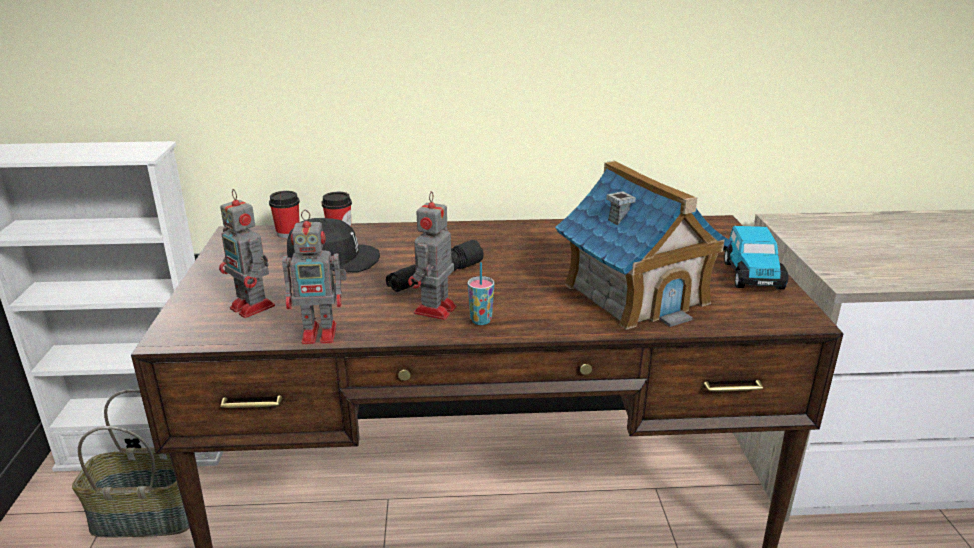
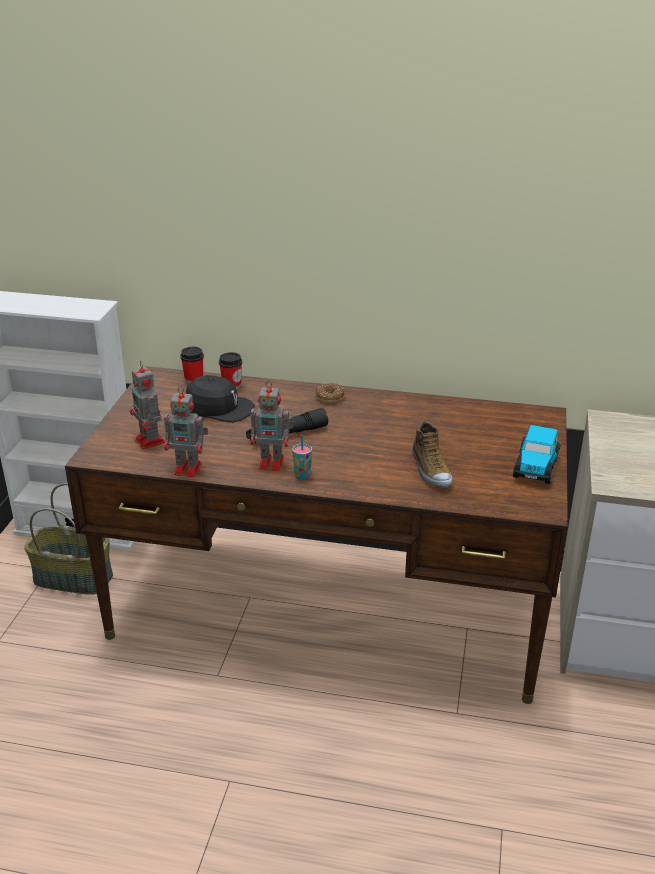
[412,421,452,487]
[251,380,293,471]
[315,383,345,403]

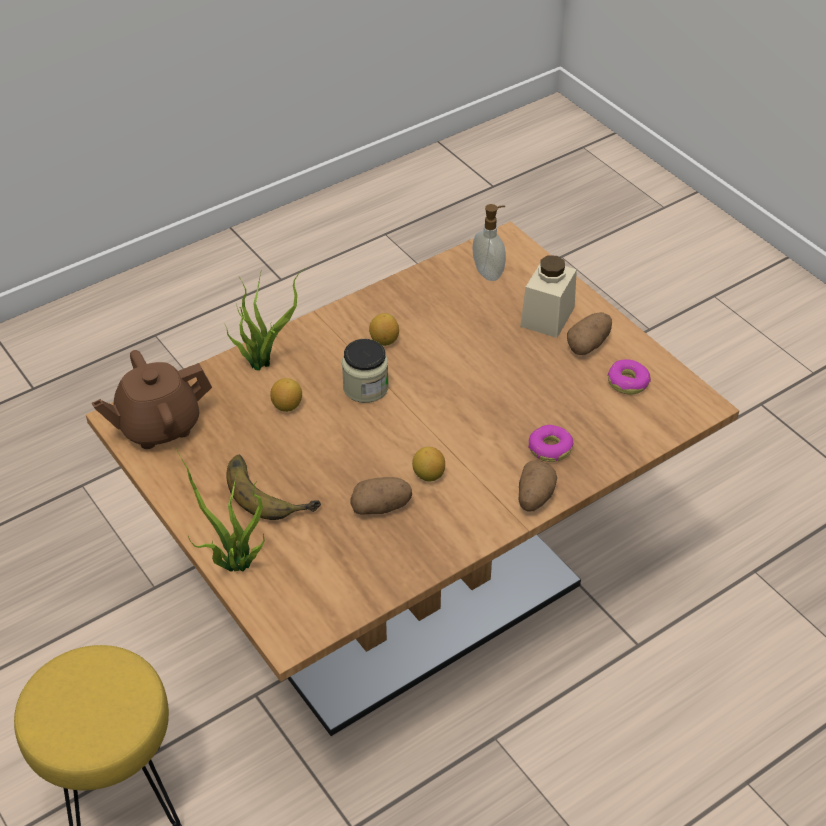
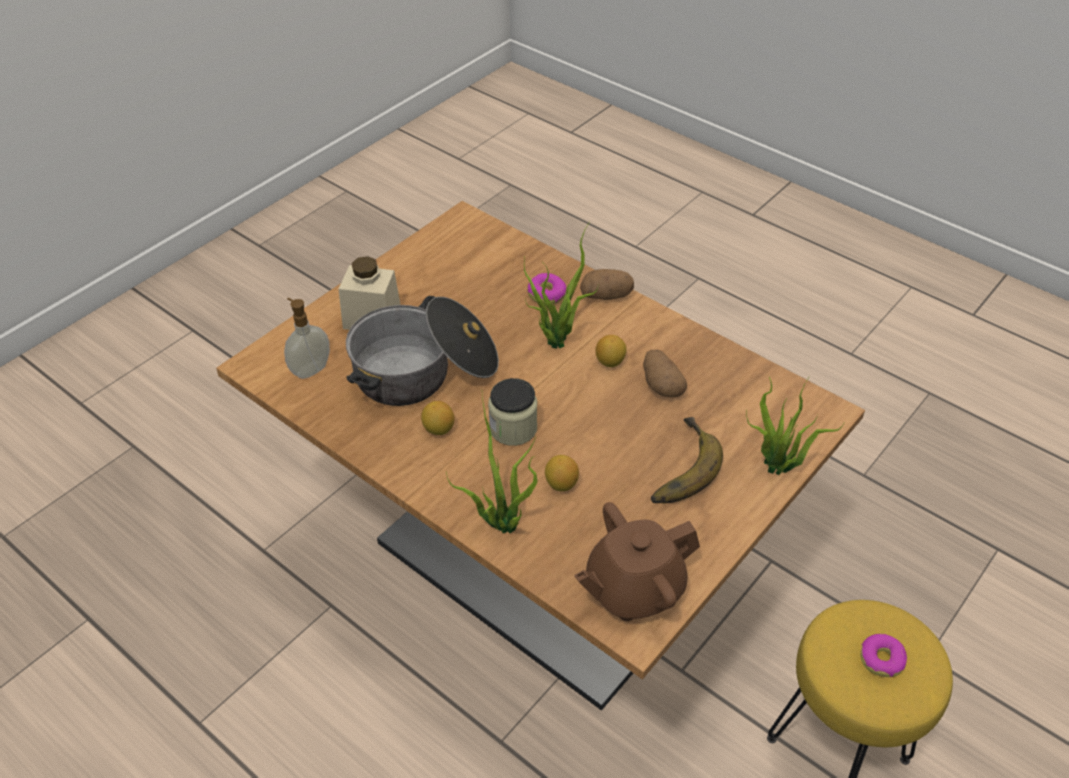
[567,312,612,355] (first image)
[574,502,700,621]
[860,634,907,677]
[524,222,599,349]
[346,296,499,406]

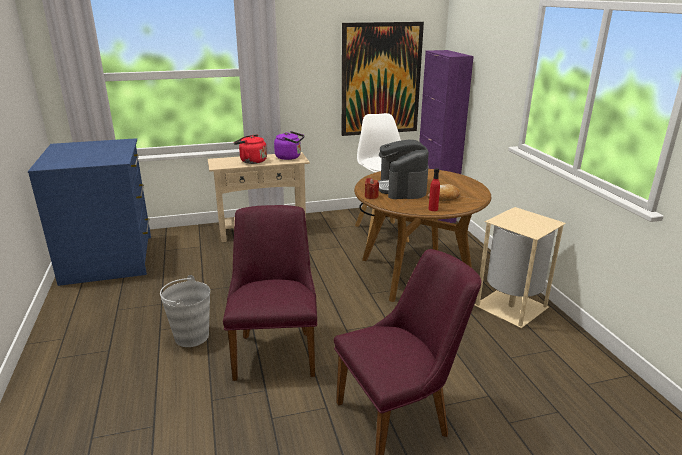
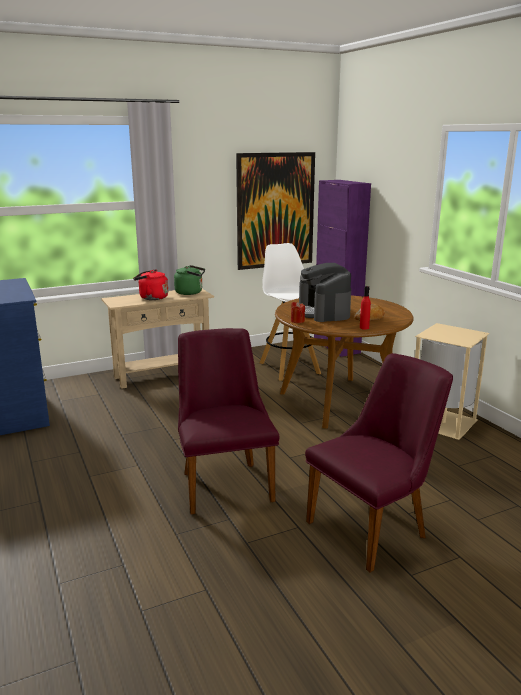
[174,265,205,295]
[160,275,210,347] (first image)

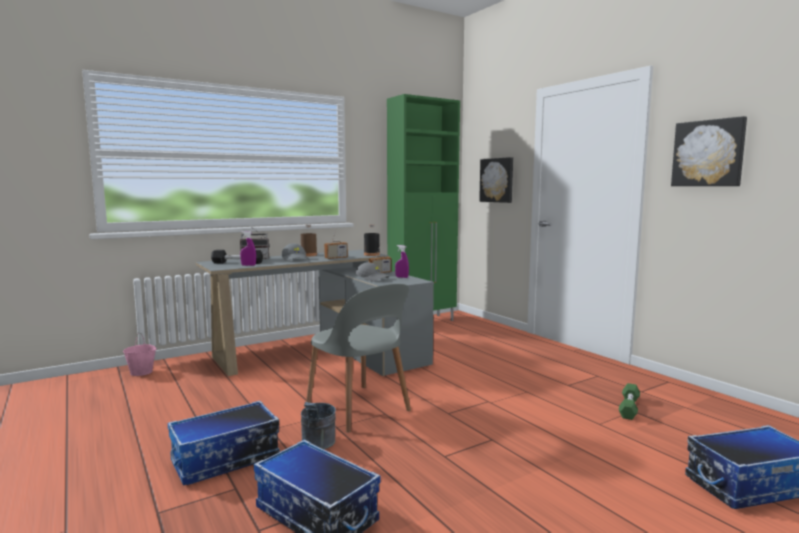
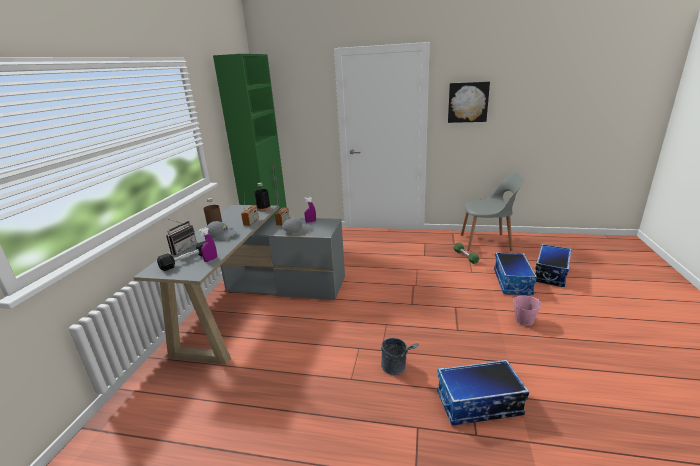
[479,157,513,203] (first image)
[461,173,524,251]
[513,289,541,326]
[494,252,537,295]

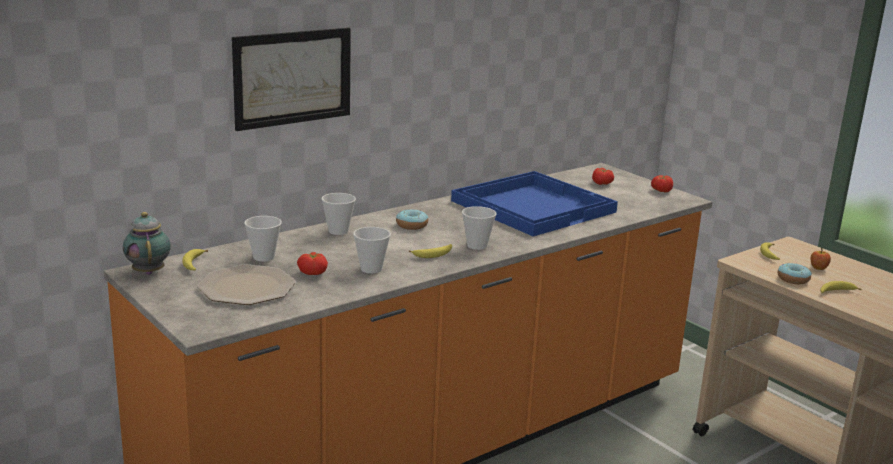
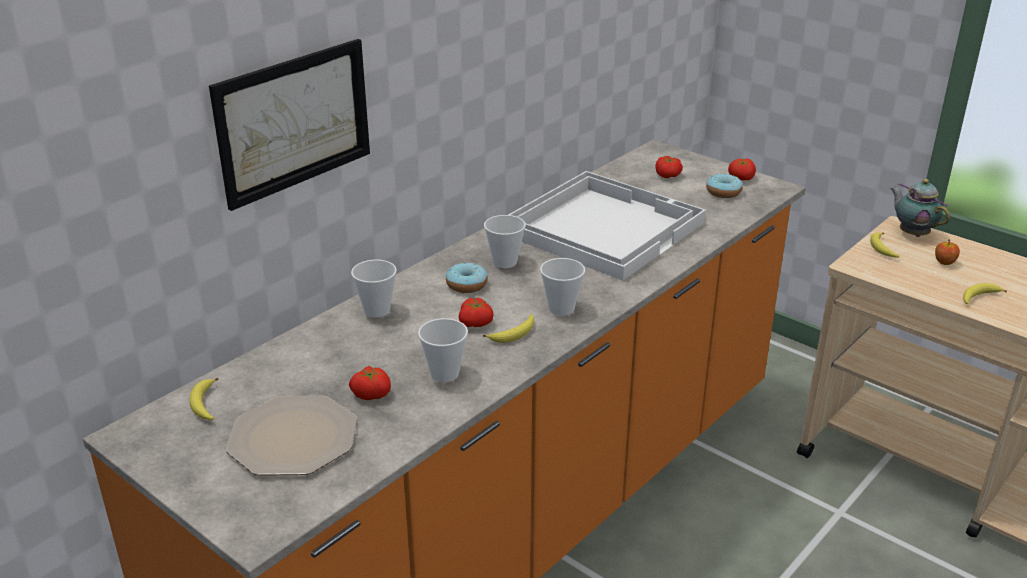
[508,171,706,281]
[890,179,950,237]
[484,215,526,268]
[706,174,743,198]
[459,298,494,327]

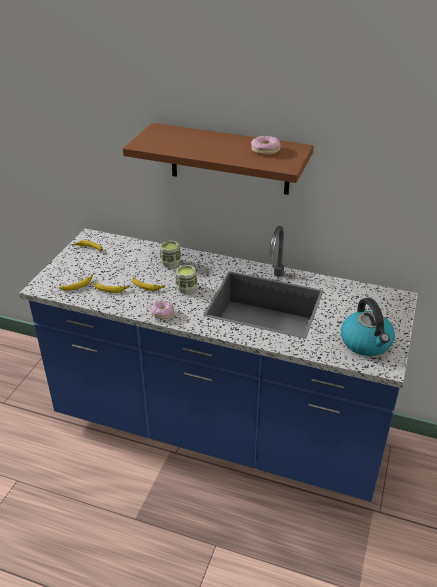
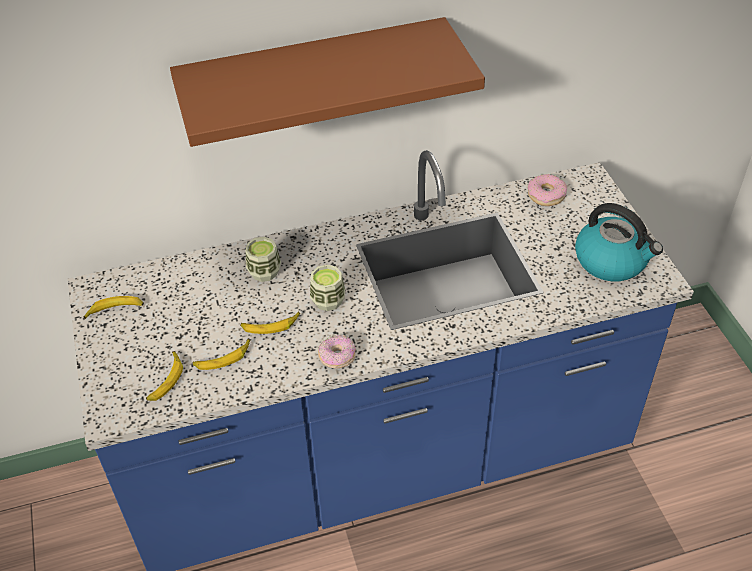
[528,174,567,206]

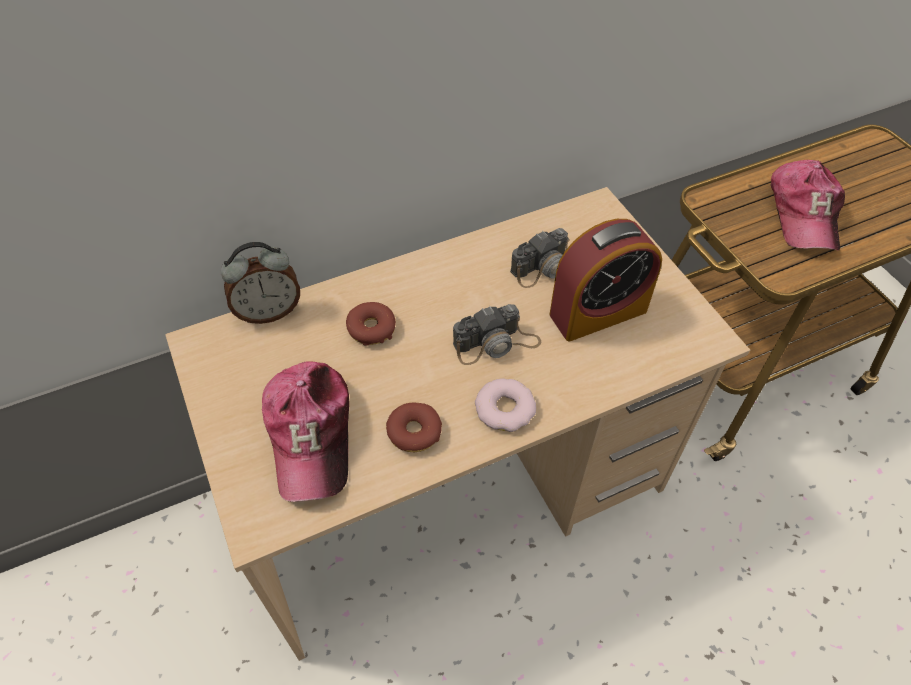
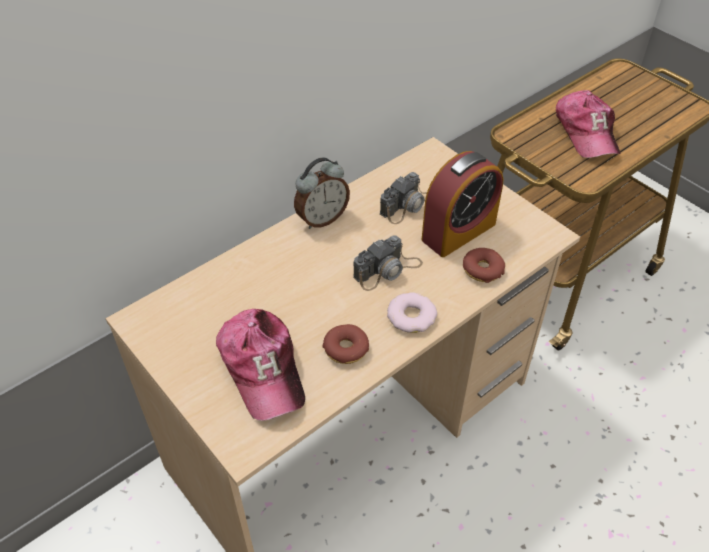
[294,157,350,229]
[463,248,505,283]

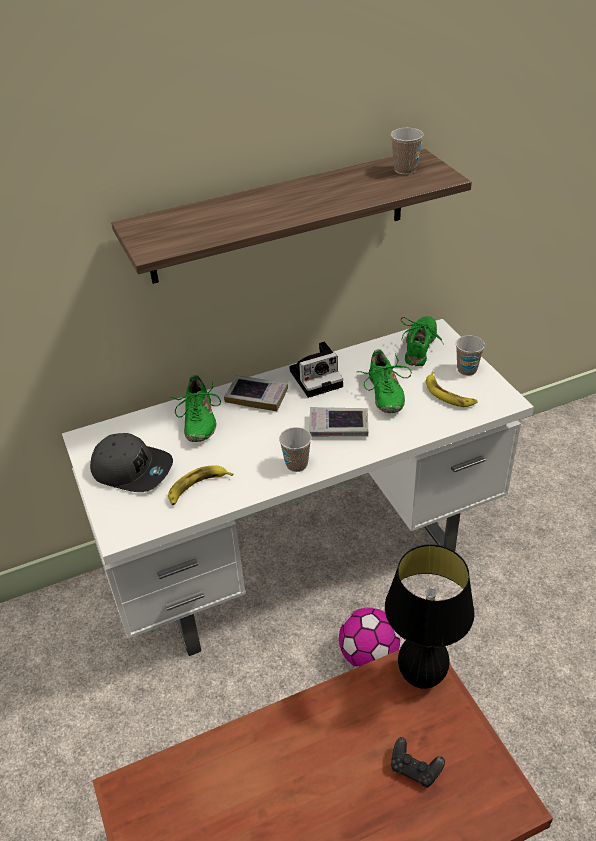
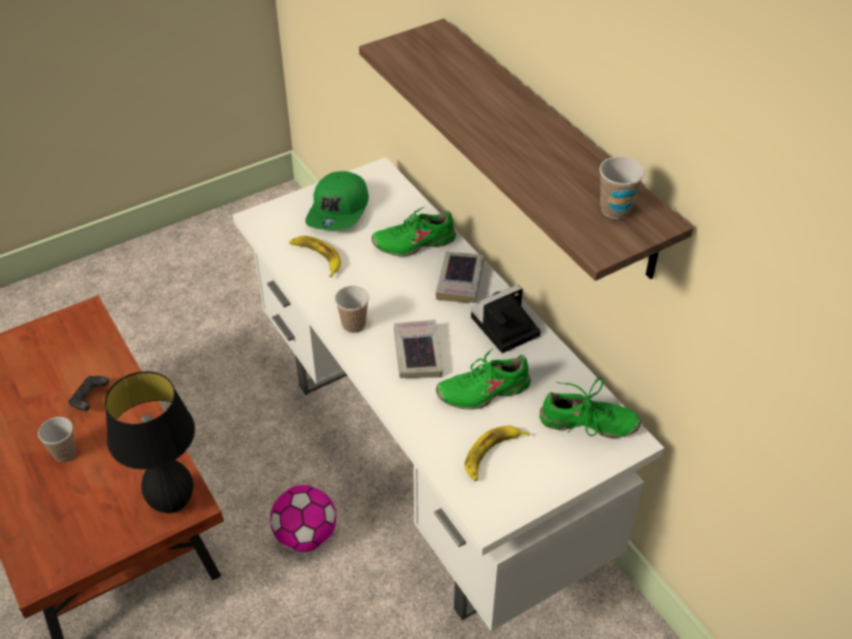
[38,417,76,462]
[471,285,541,353]
[305,171,369,230]
[68,376,109,411]

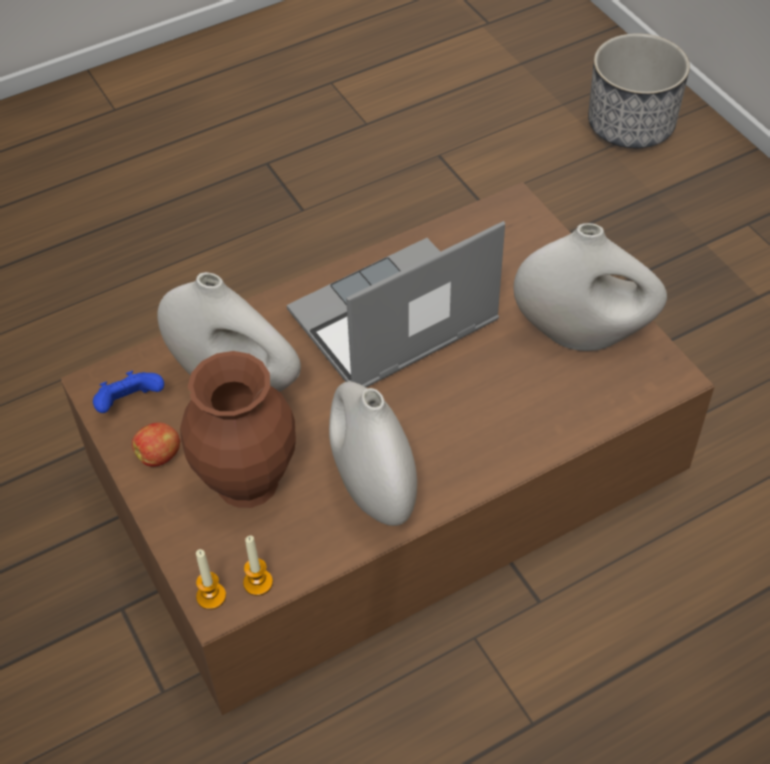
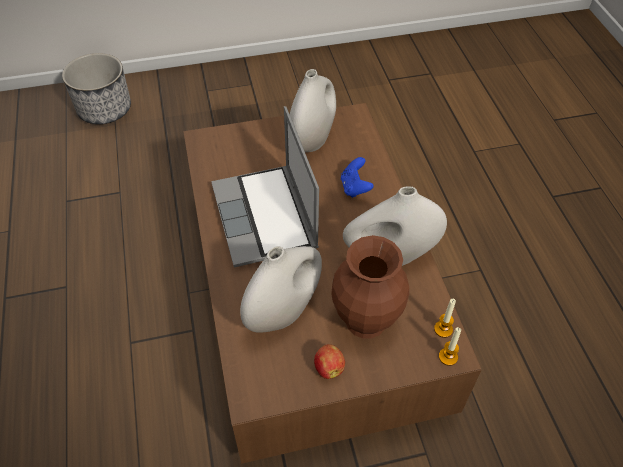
[341,157,374,198]

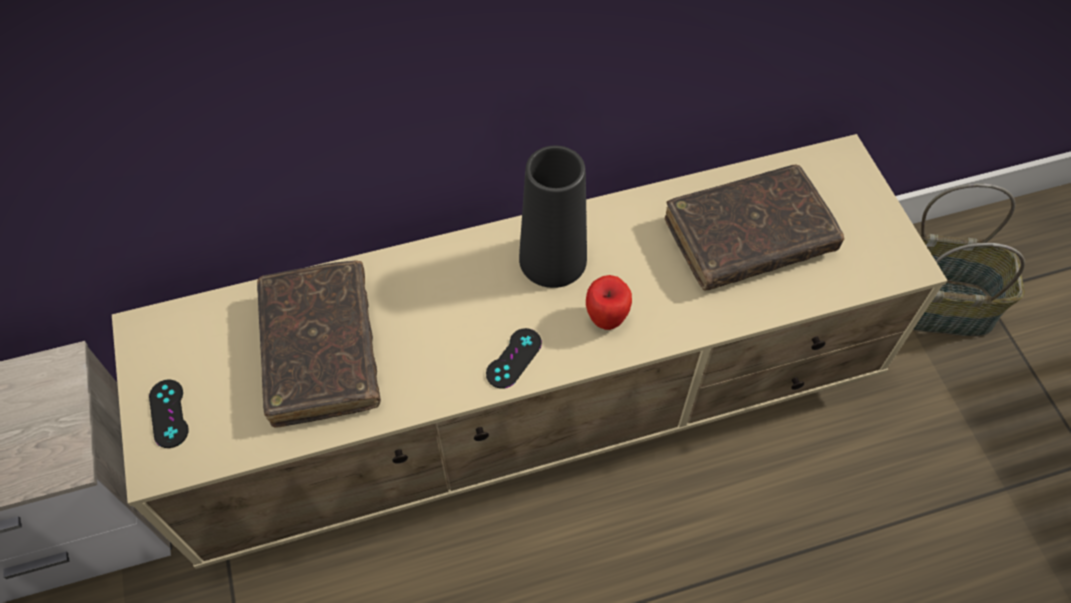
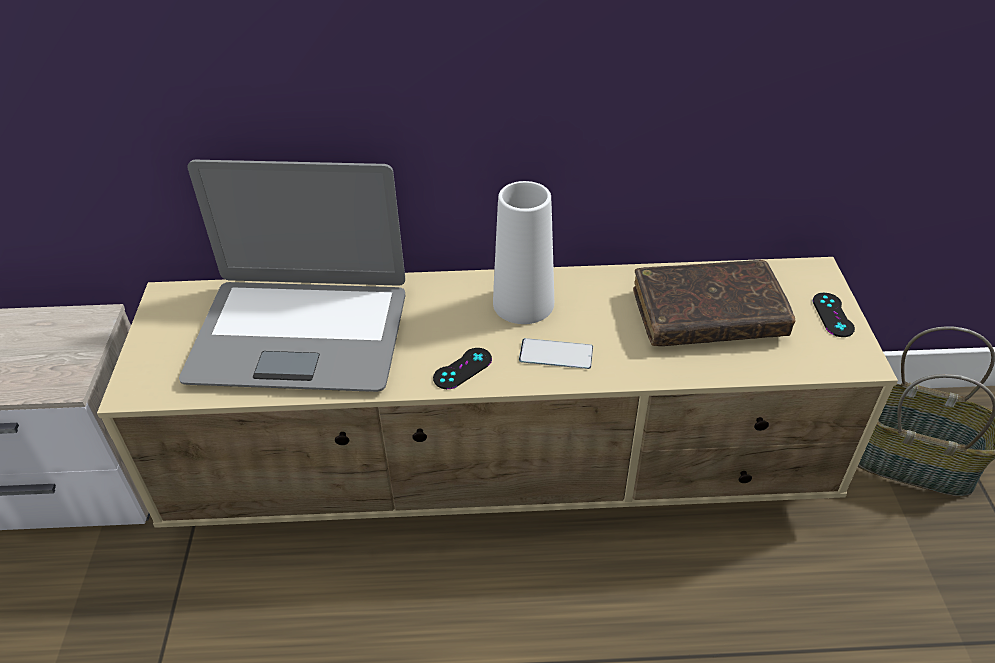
[493,181,554,324]
[179,160,405,392]
[519,338,593,369]
[813,293,855,337]

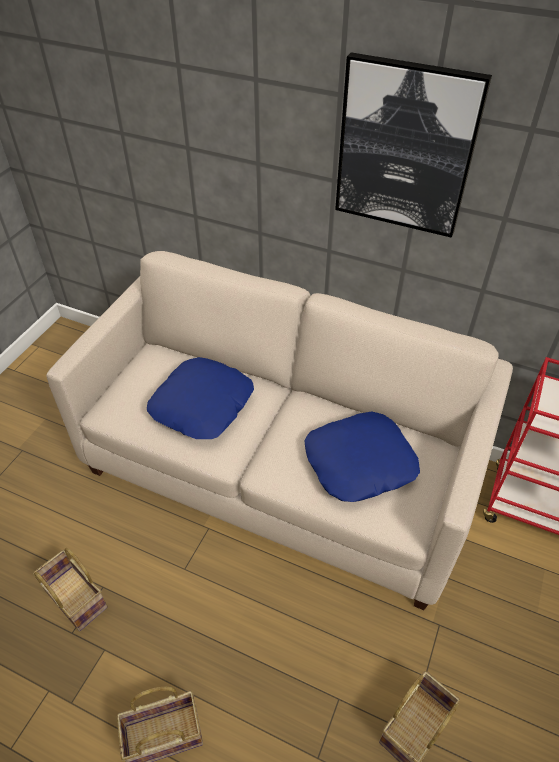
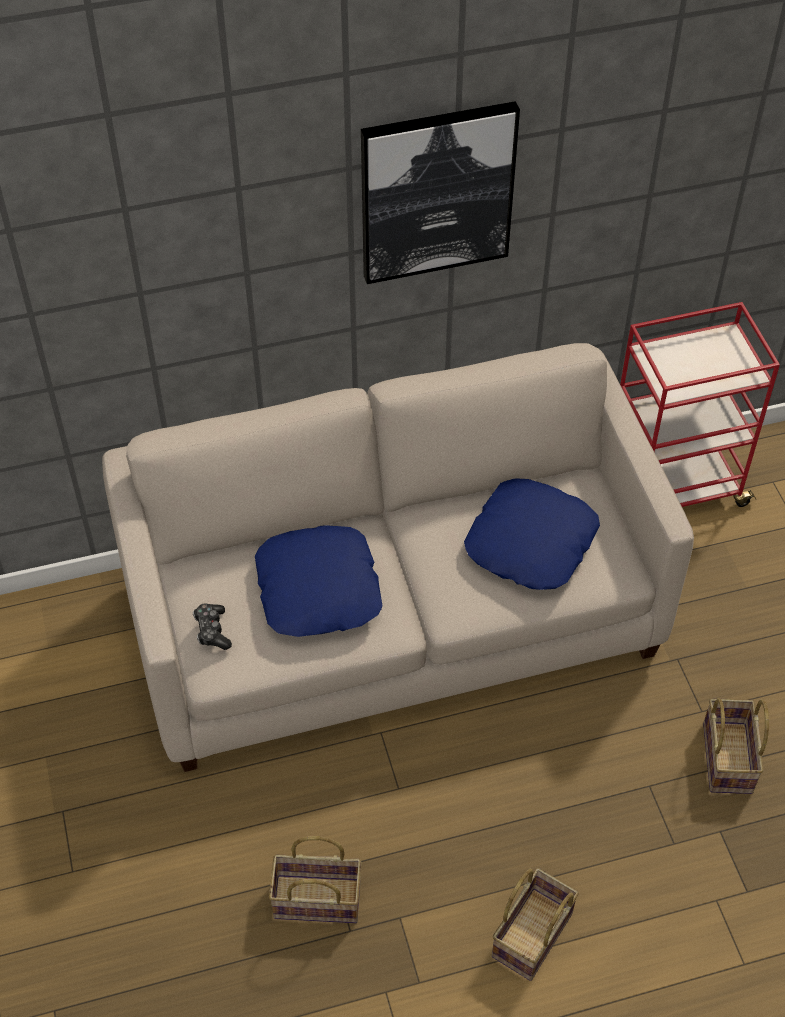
[193,603,232,650]

